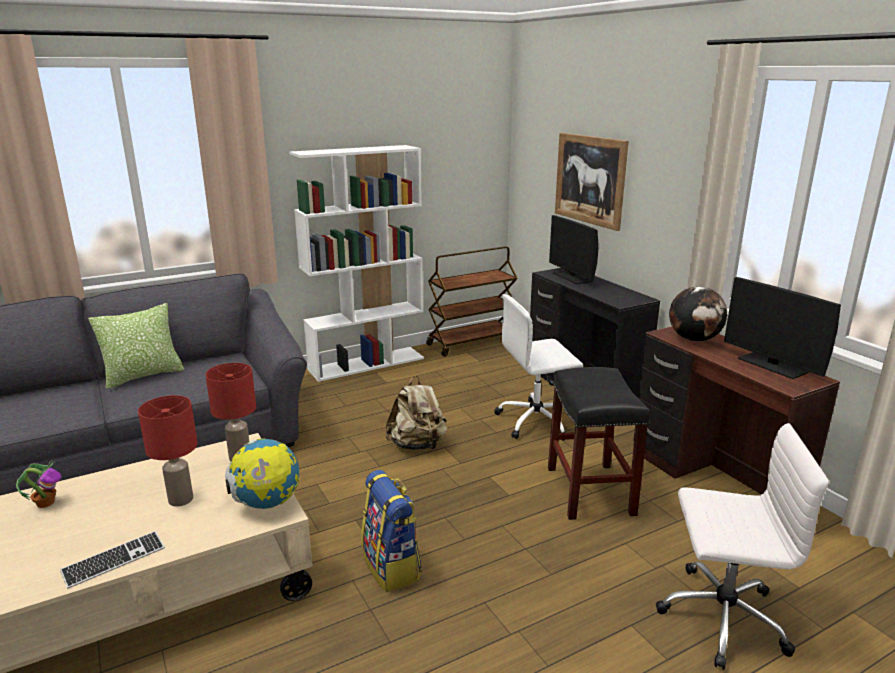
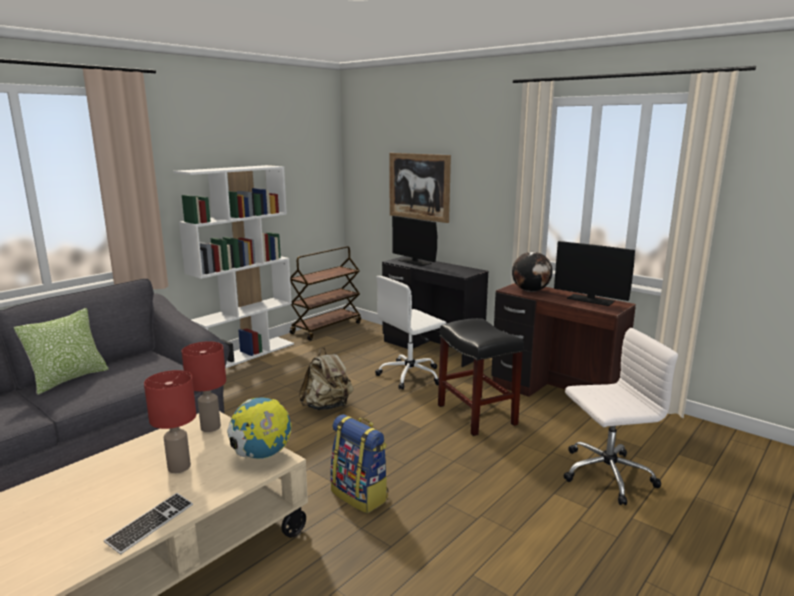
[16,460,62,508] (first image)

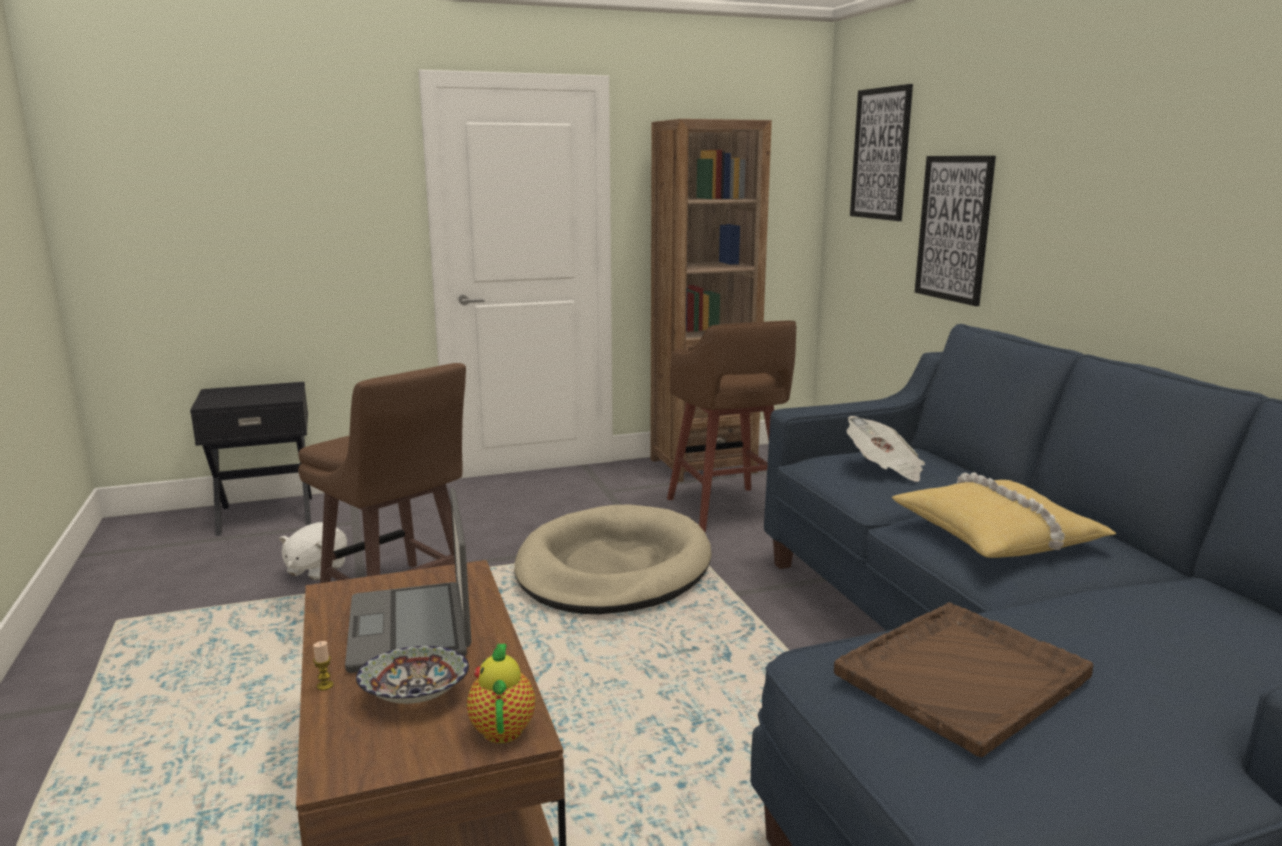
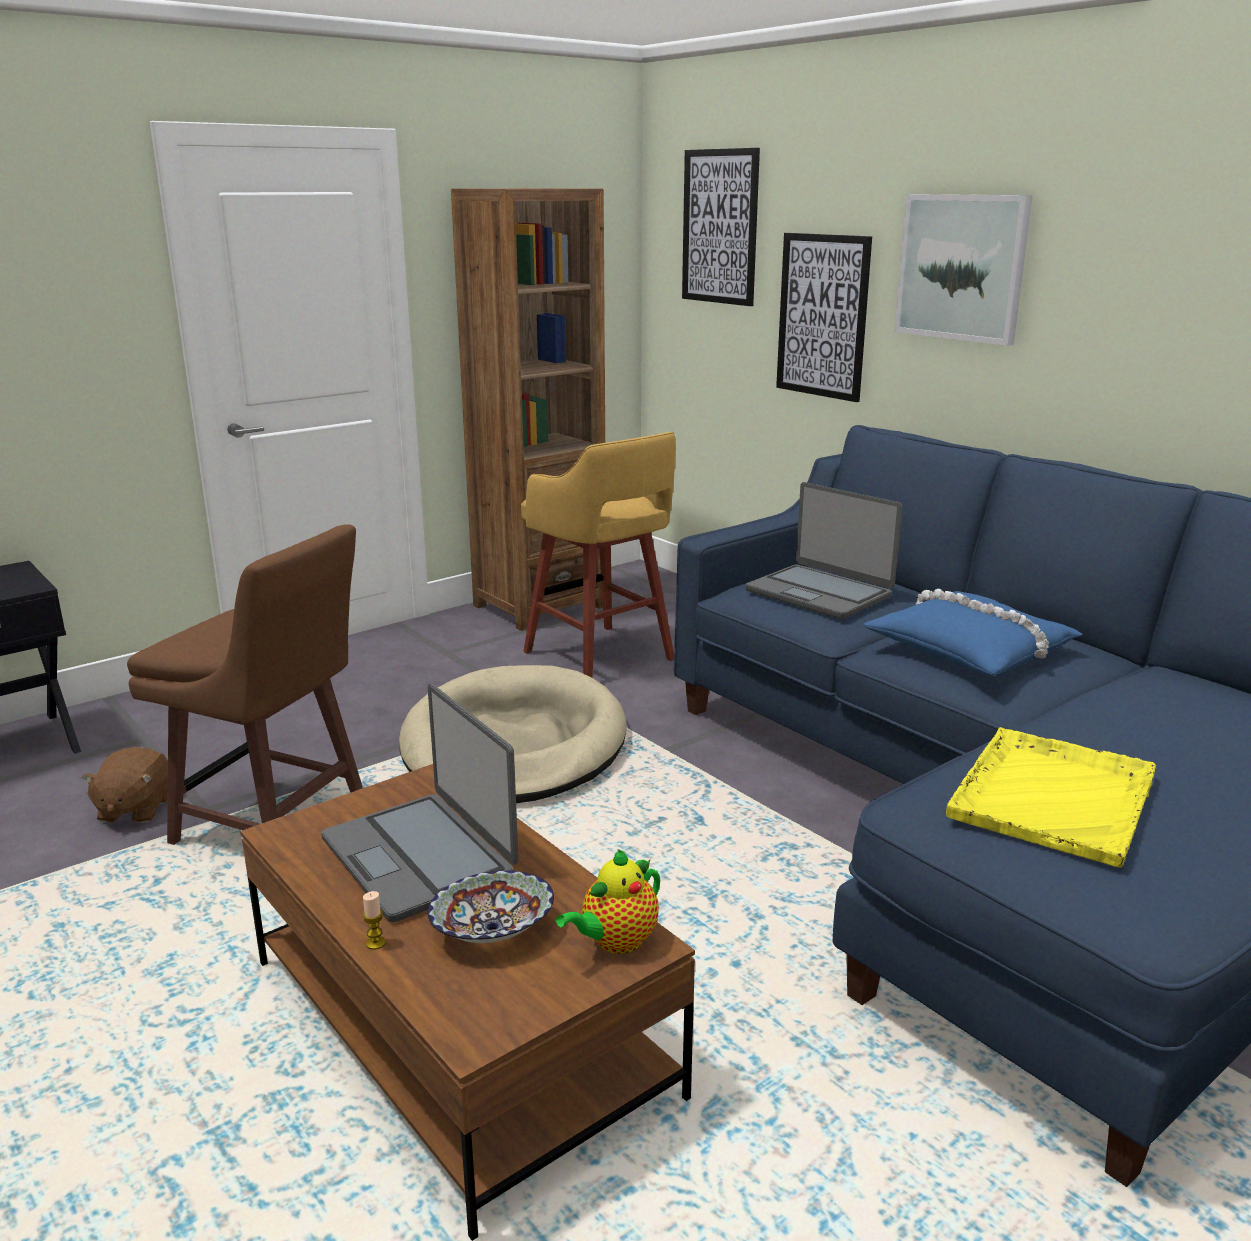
[521,432,676,678]
[745,482,902,619]
[863,589,1083,676]
[82,747,168,823]
[946,727,1156,868]
[556,849,660,954]
[894,194,1033,346]

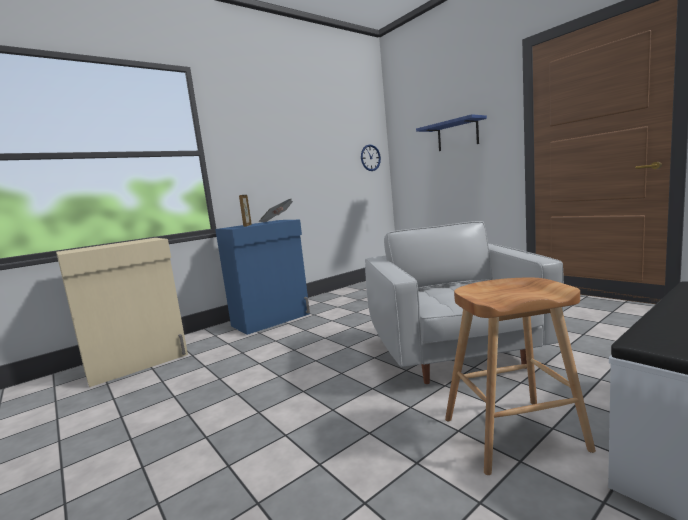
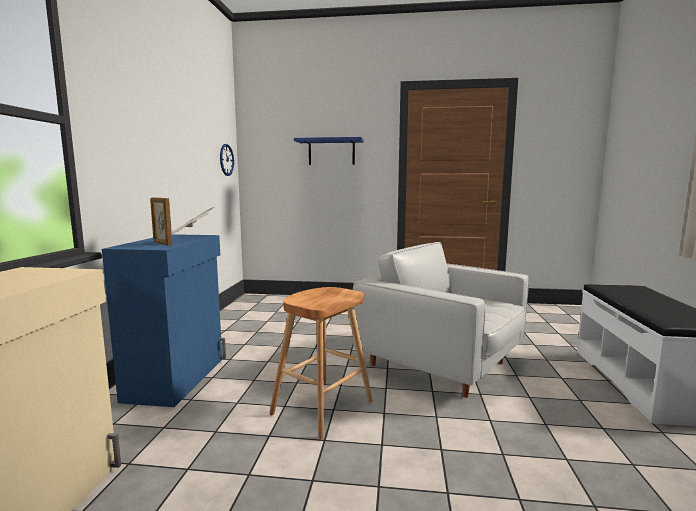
[269,287,373,440]

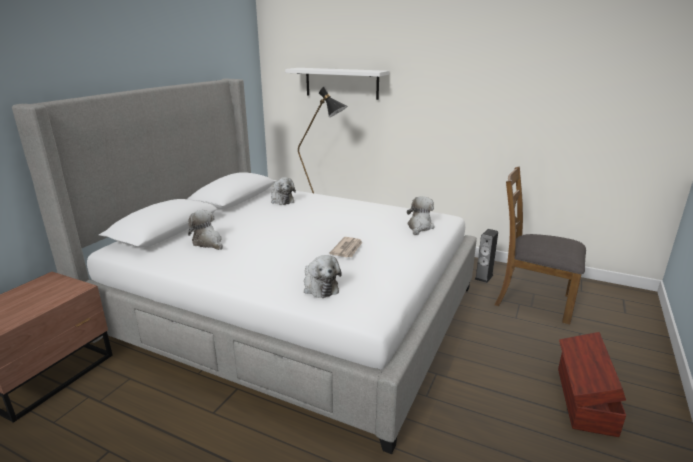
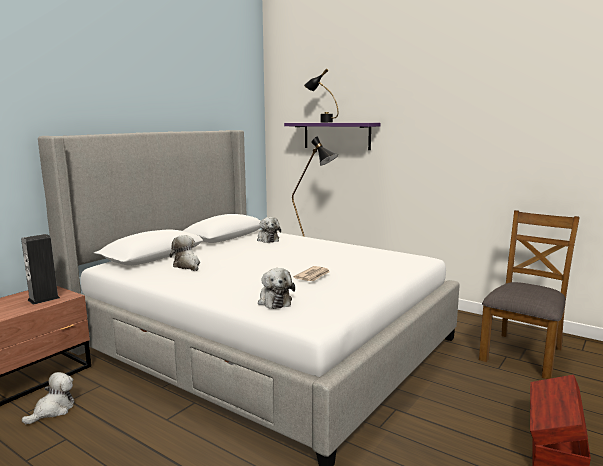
[284,123,381,150]
[479,210,580,379]
[22,372,75,424]
[21,234,60,305]
[304,68,338,123]

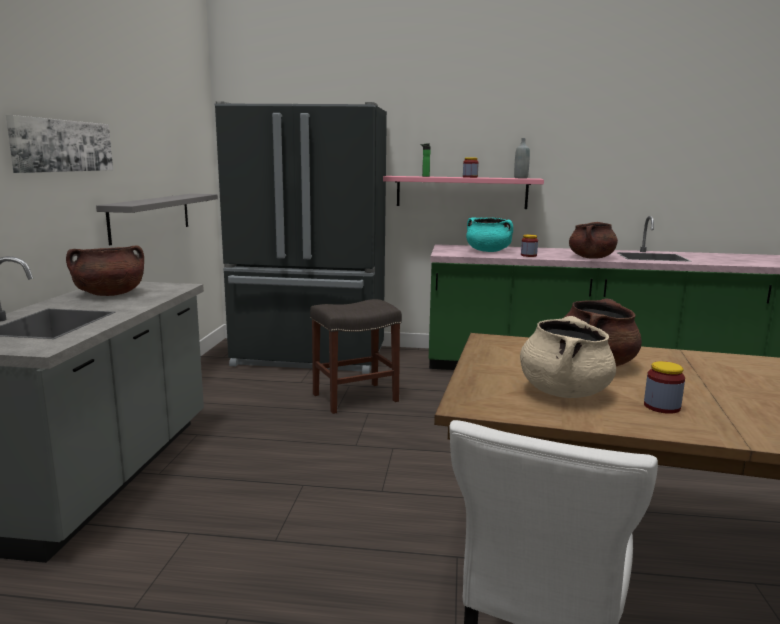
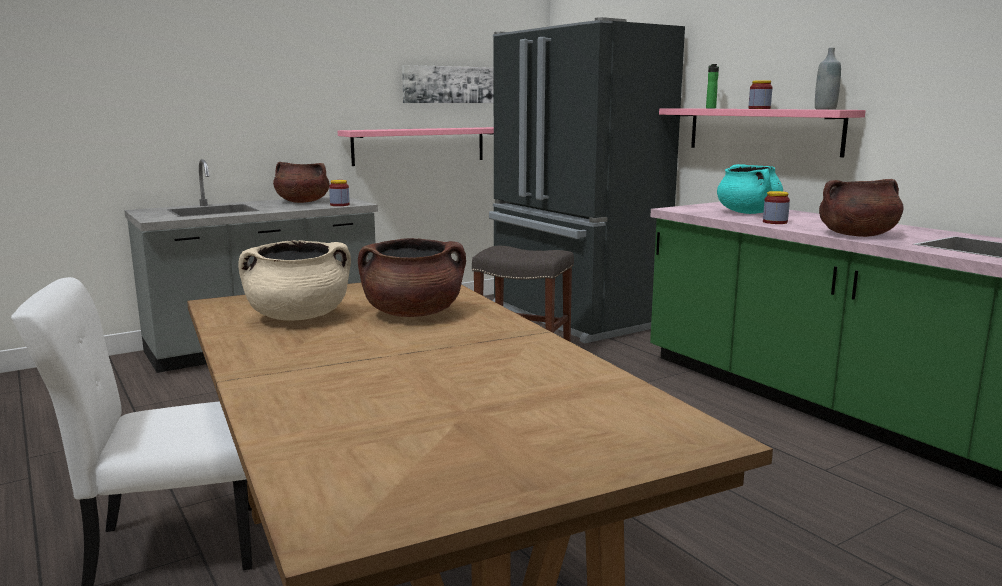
[402,65,494,103]
[338,127,494,166]
[329,180,350,206]

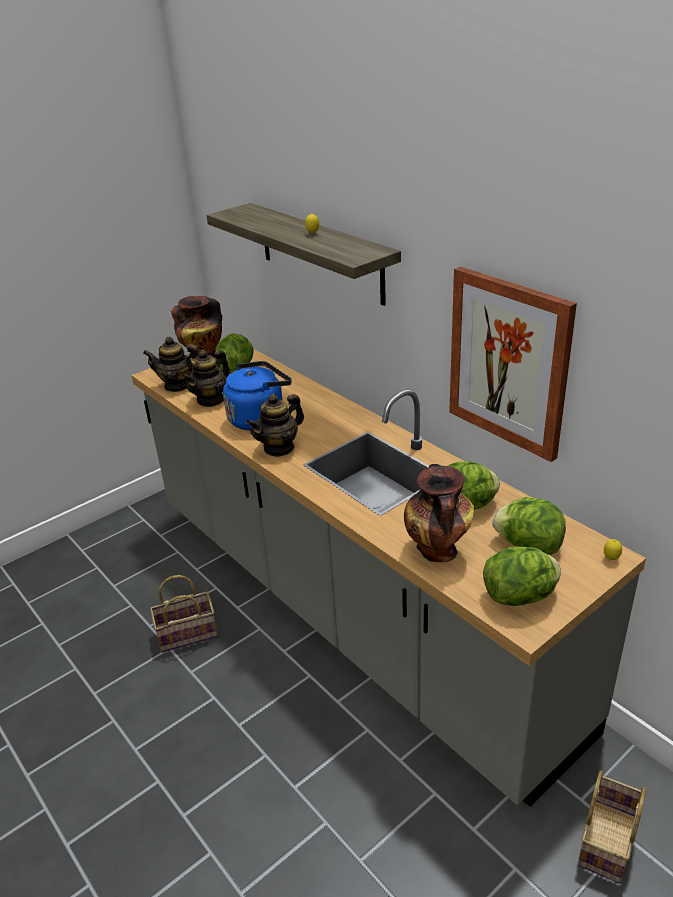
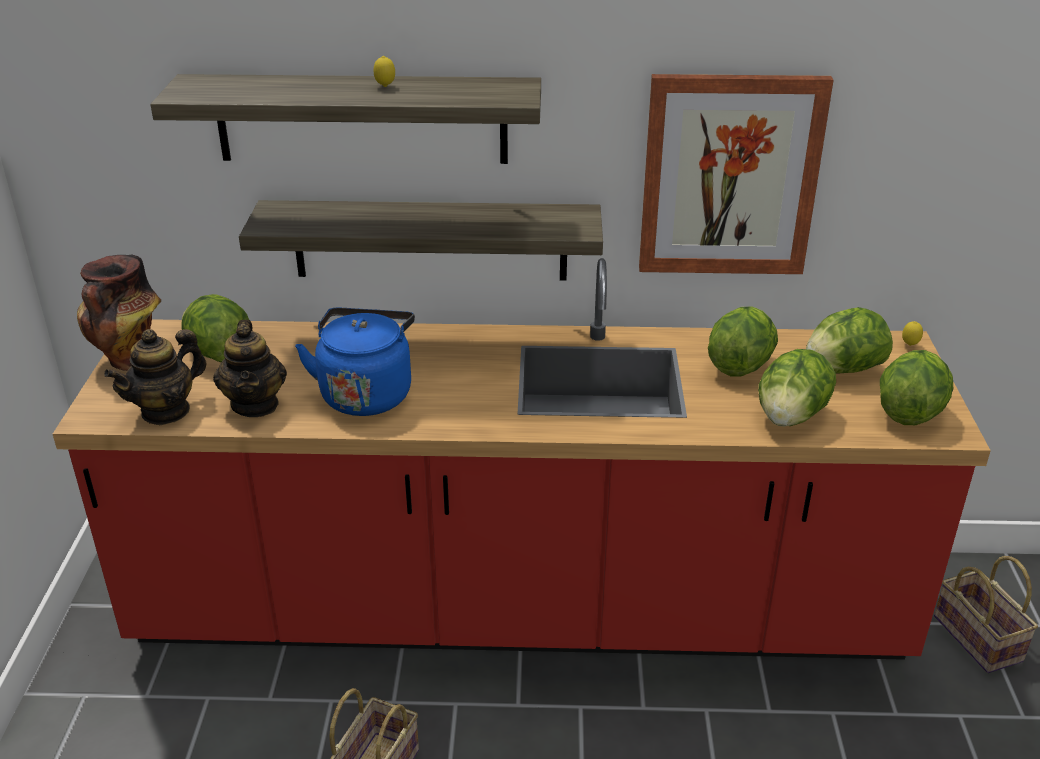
[53,258,991,660]
[246,394,304,457] (first image)
[758,349,836,427]
[239,200,603,281]

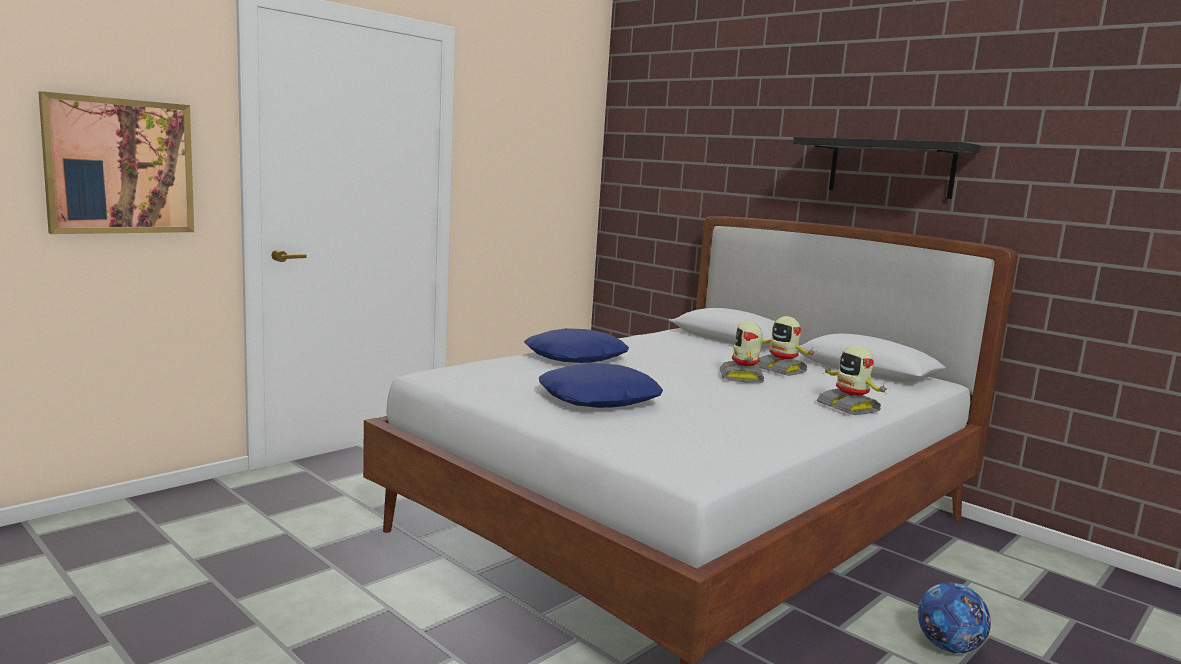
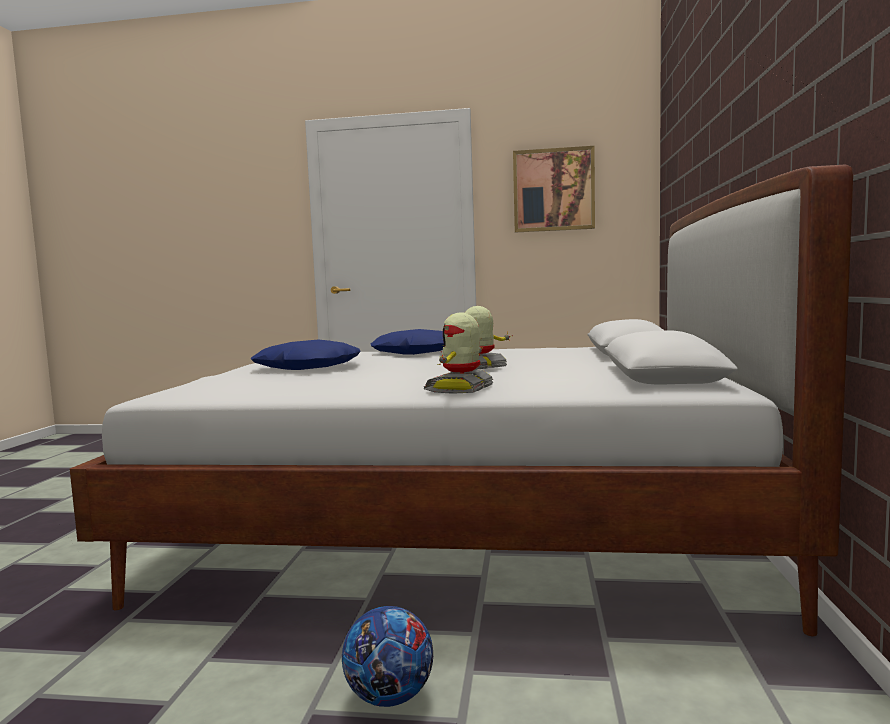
[513,146,595,233]
[793,137,981,199] (first image)
[756,316,816,376] (first image)

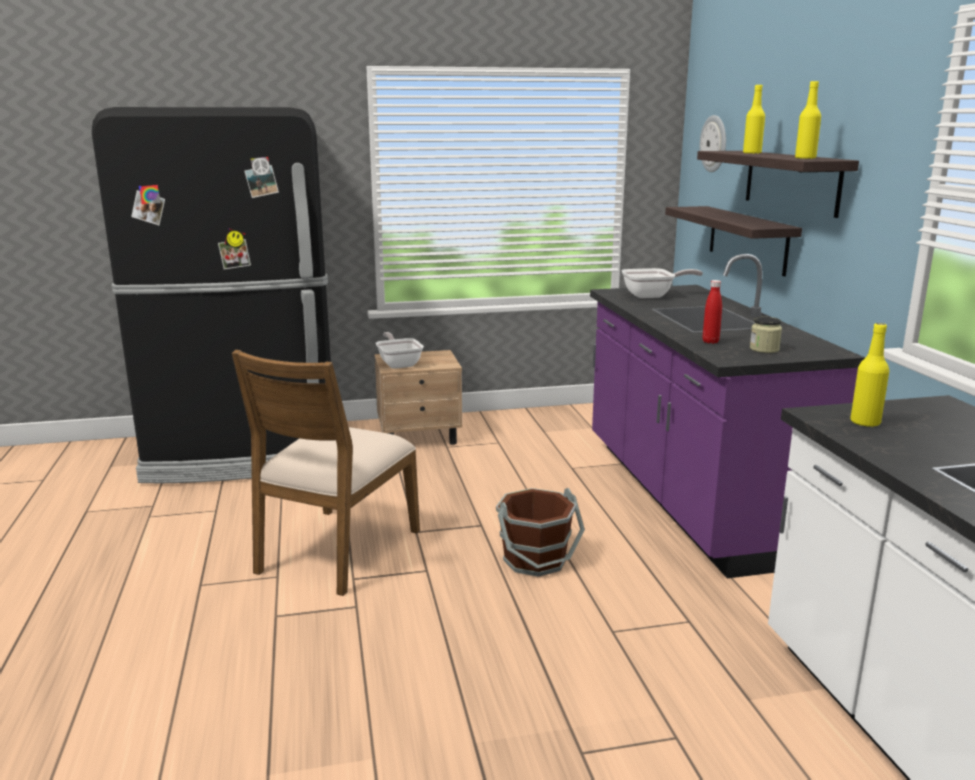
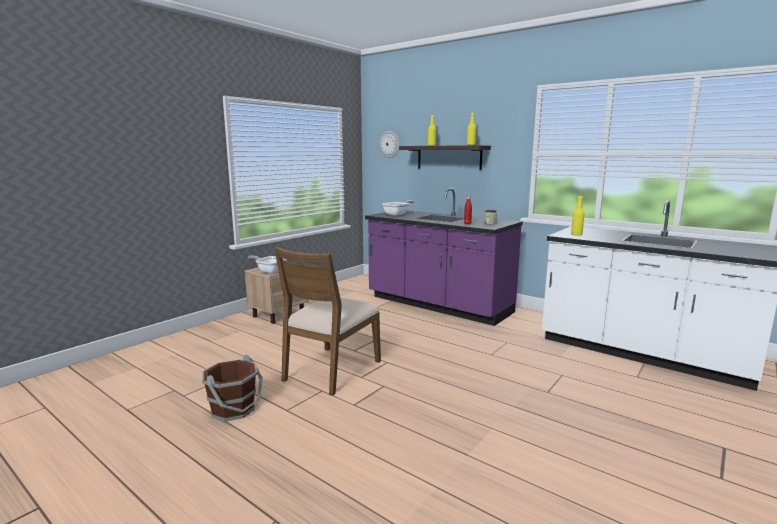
[92,107,331,483] (first image)
[665,206,802,276] (first image)
[274,247,381,396]
[202,354,263,422]

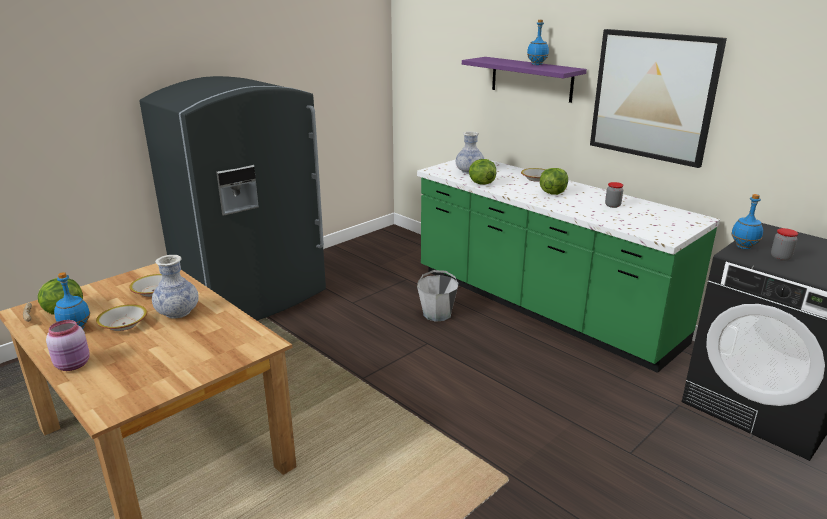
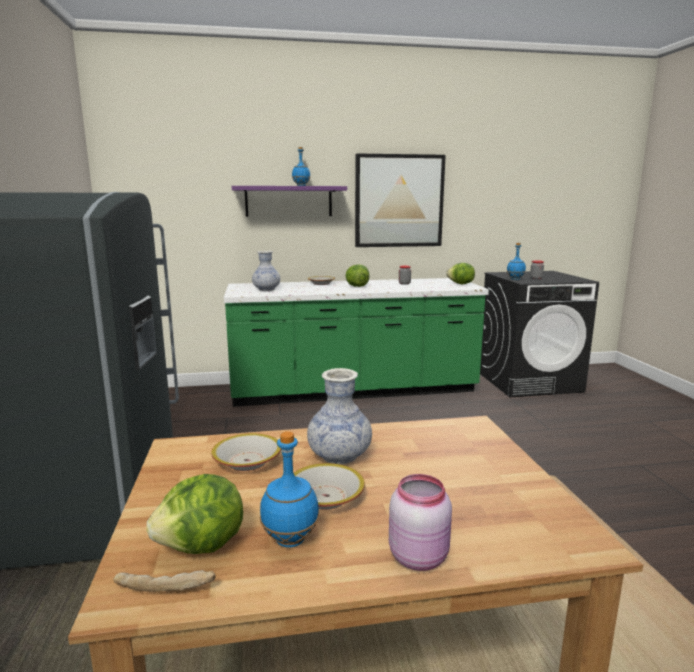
[446,263,475,284]
[417,270,458,322] (first image)

